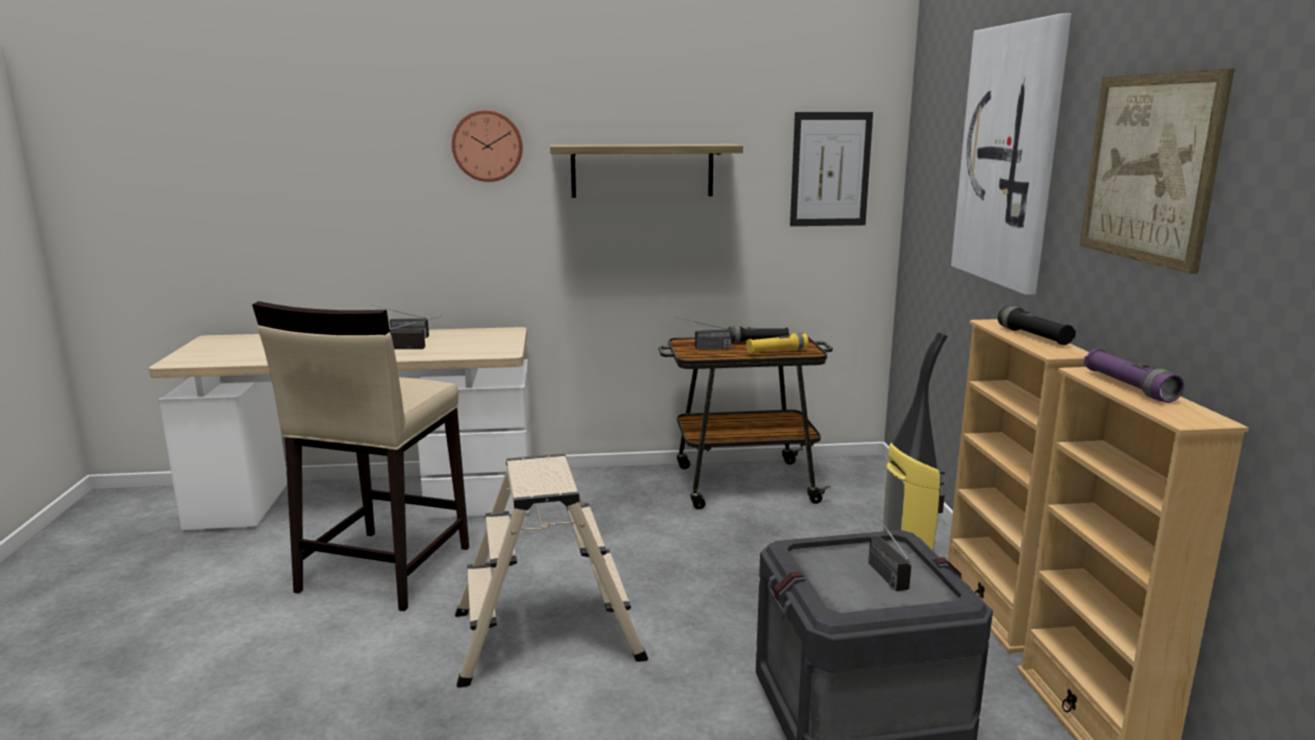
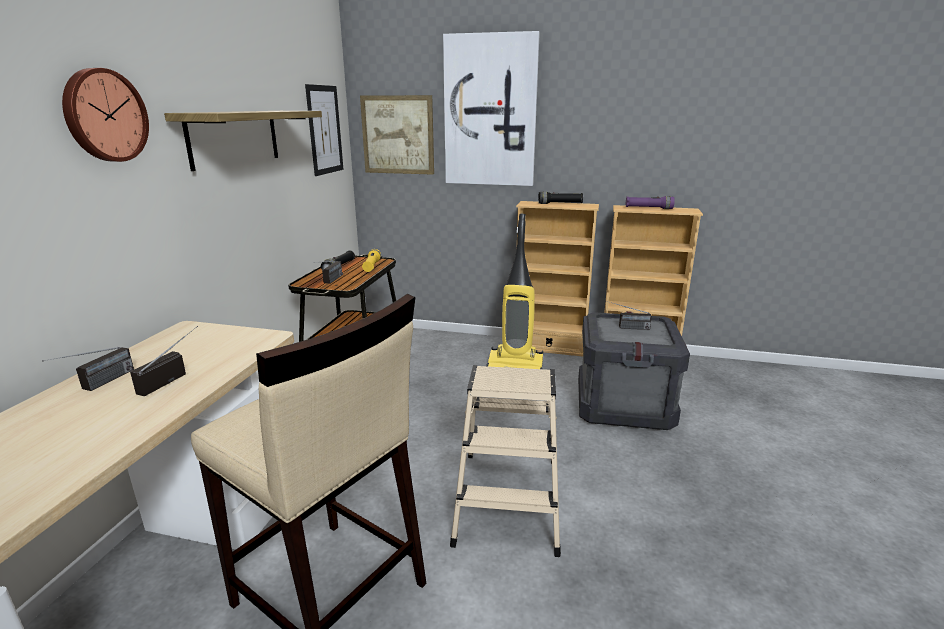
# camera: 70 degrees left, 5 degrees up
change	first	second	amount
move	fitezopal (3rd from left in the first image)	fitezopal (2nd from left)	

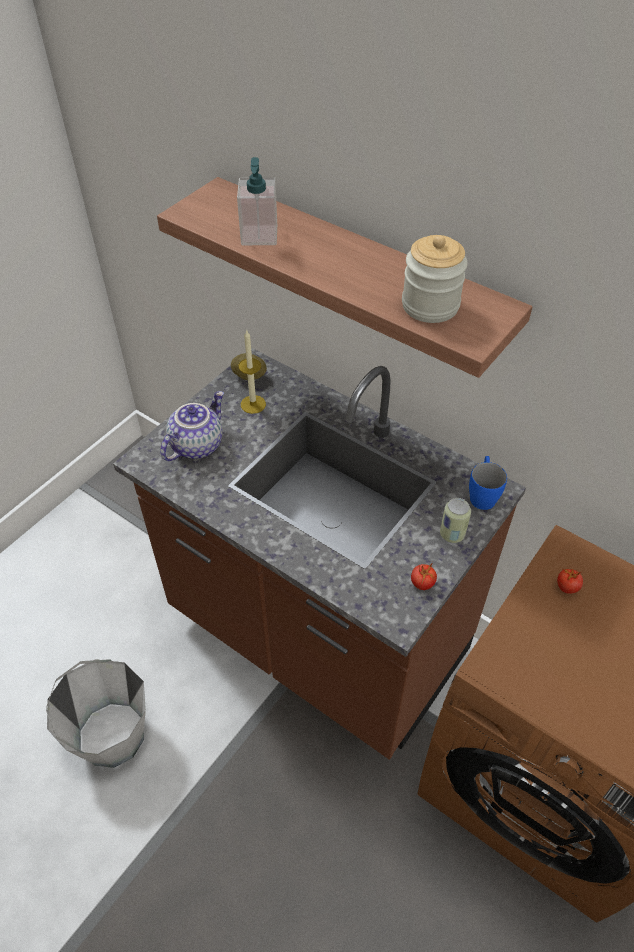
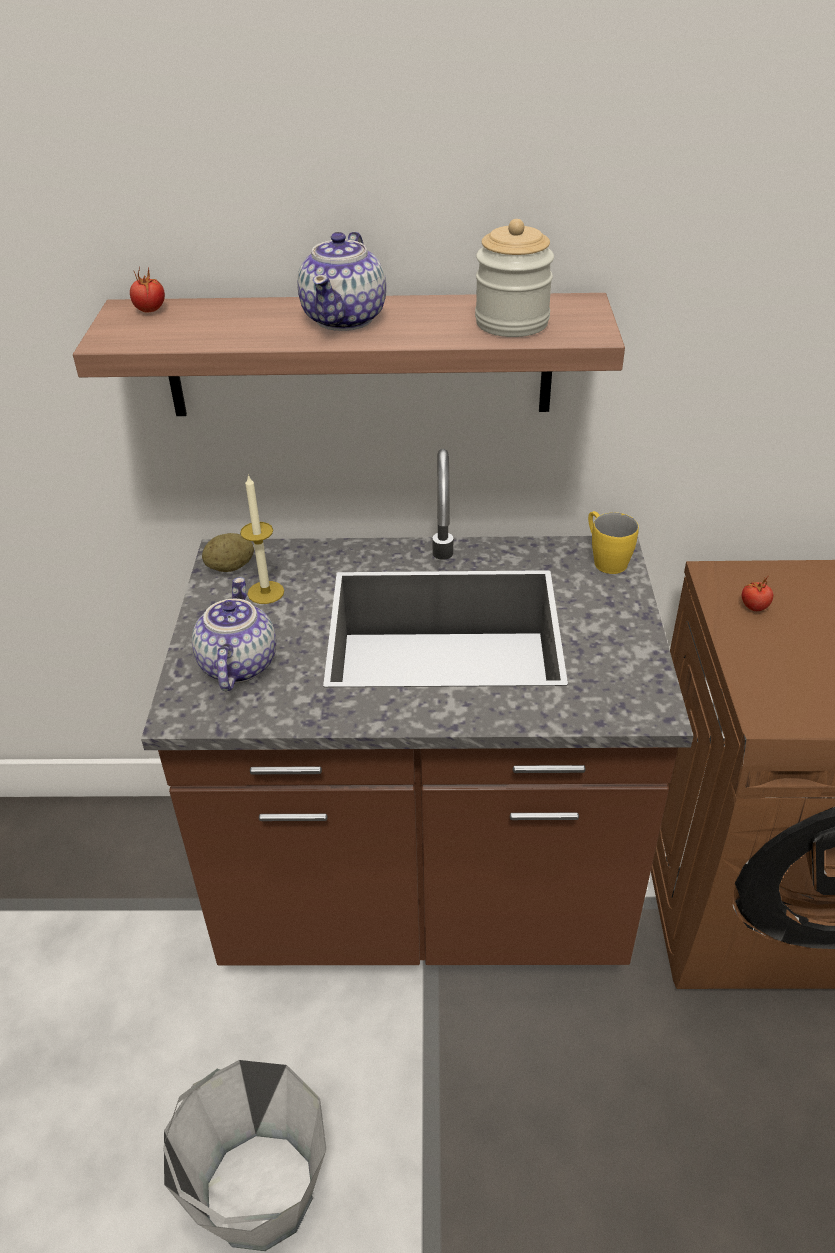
# camera: 35 degrees left, 10 degrees down
change	first	second	amount
delete	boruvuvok		
delete	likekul		
insert		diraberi (2nd from left)	
move	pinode (1st from left)		
recolor	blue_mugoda	yellow_mugoda	

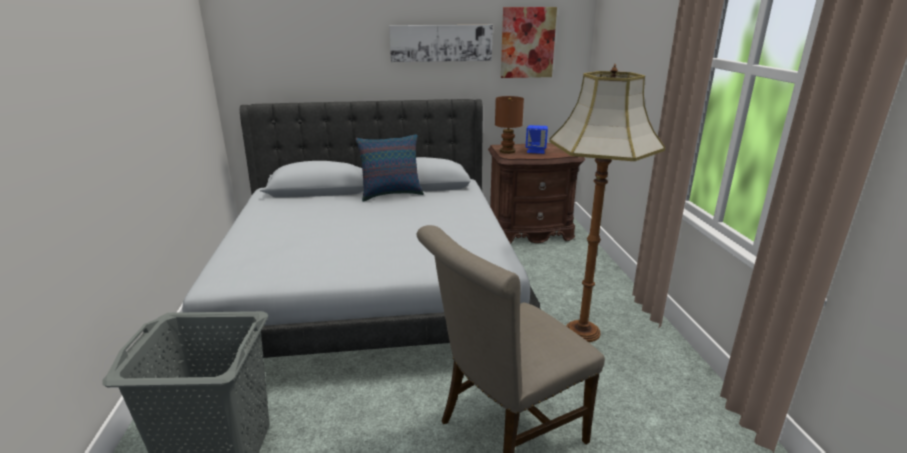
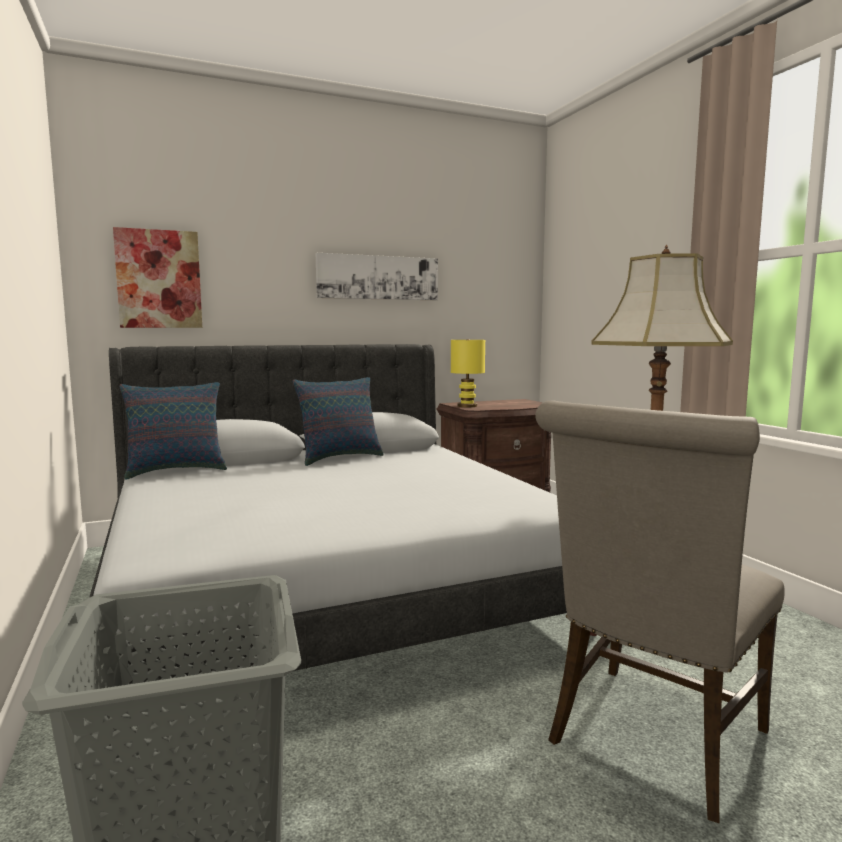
# camera: 15 degrees left, 15 degrees down
change	first	second	amount
delete	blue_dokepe		
insert		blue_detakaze (1st from left)	
move	fitezopal (2nd from left in the first image)	fitezopal (1st from left)	
recolor	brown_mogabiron	yellow_mogabiron	

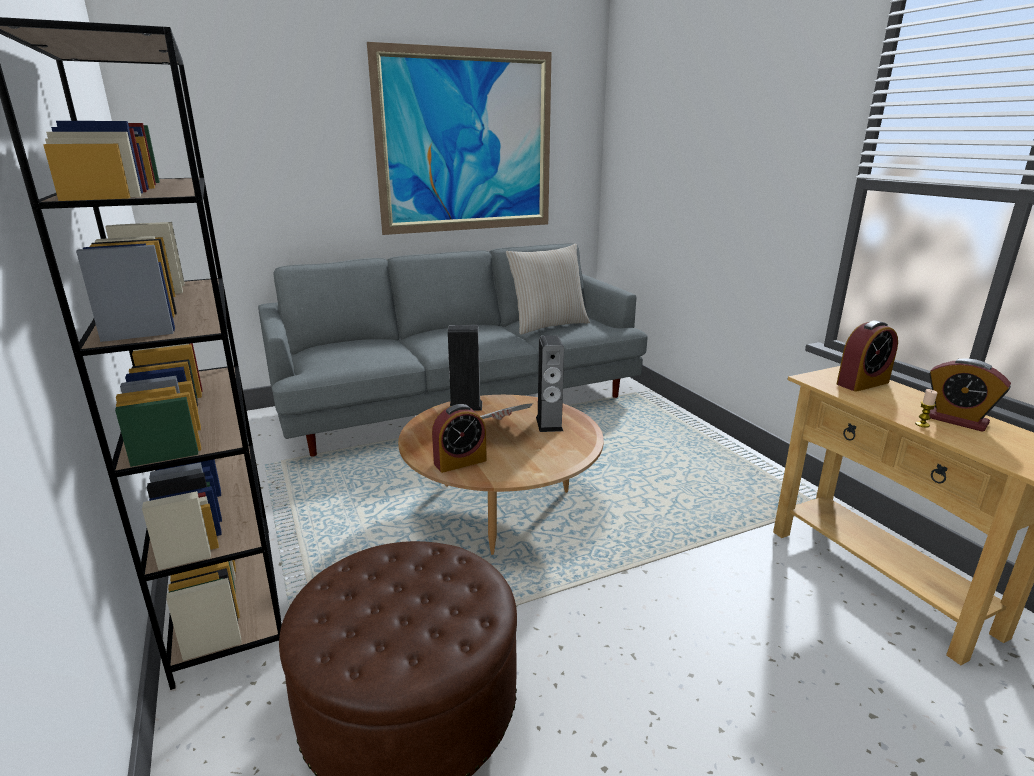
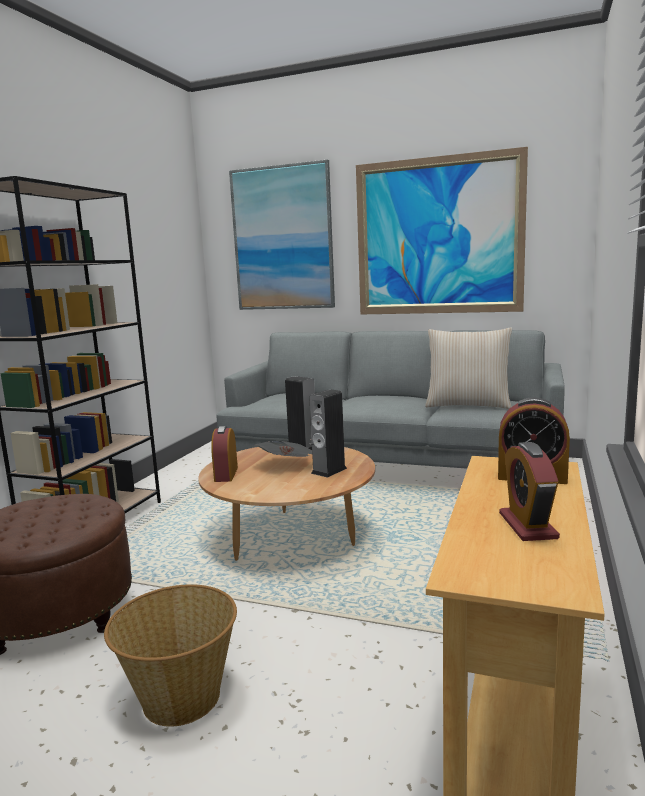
# camera: 45 degrees right, 10 degrees down
change	first	second	amount
delete	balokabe		
insert		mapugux	
insert		fitezopal (1st from left)	
rotate	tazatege (1st from left)		75 degrees clockwise

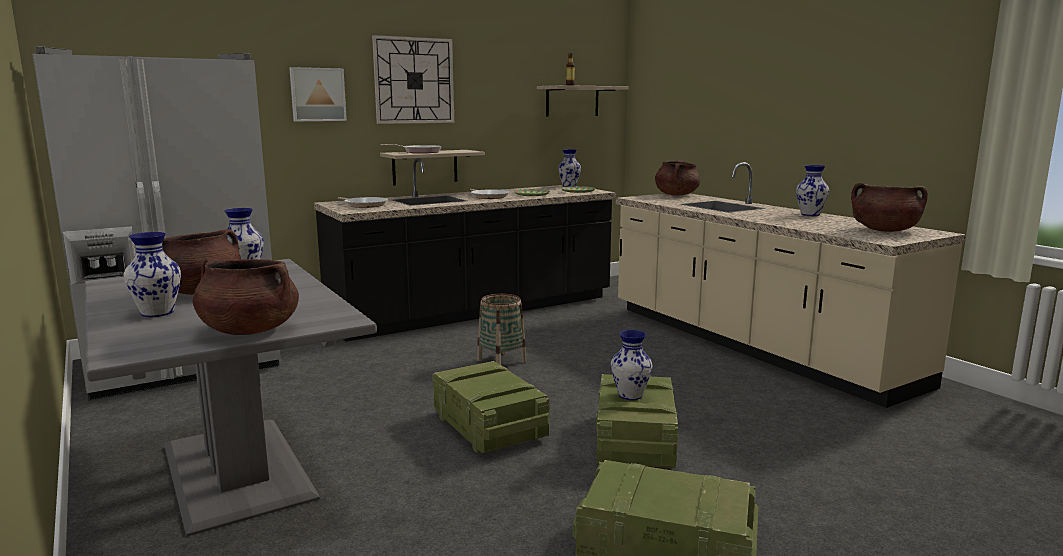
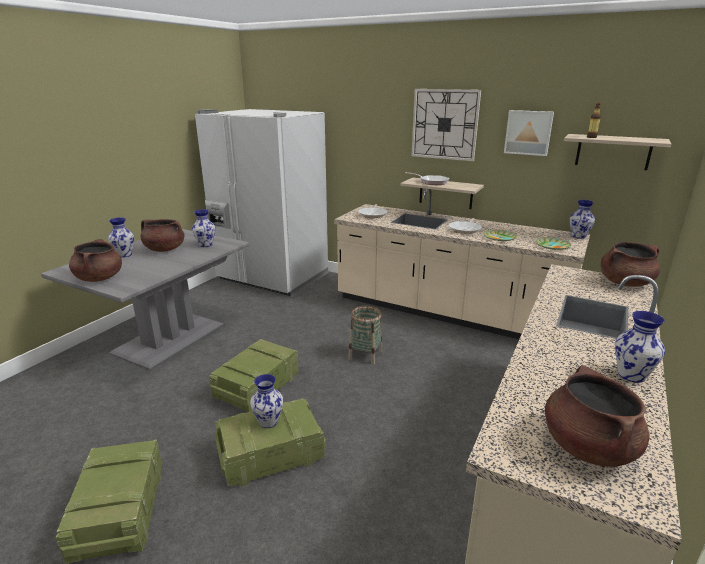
# camera: 60 degrees right, 10 degrees up
change	first	second	amount
move	fitezopal		
recolor	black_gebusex	beige_gebusex (1st from left)	

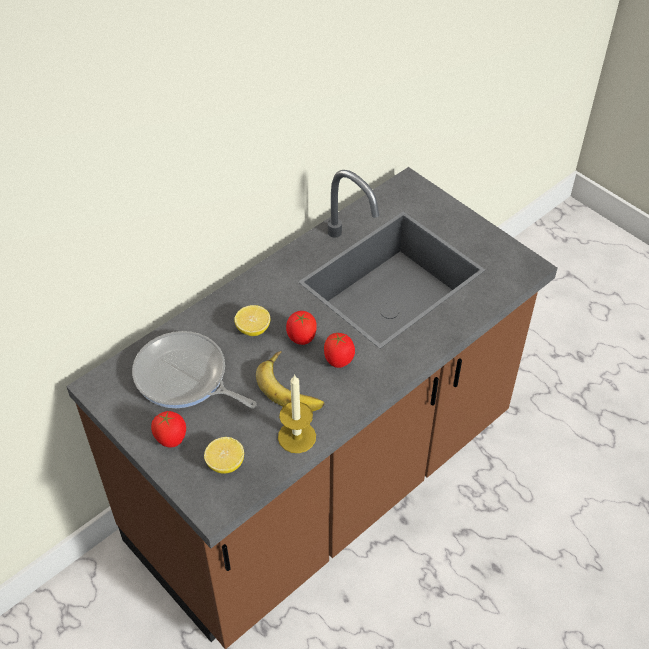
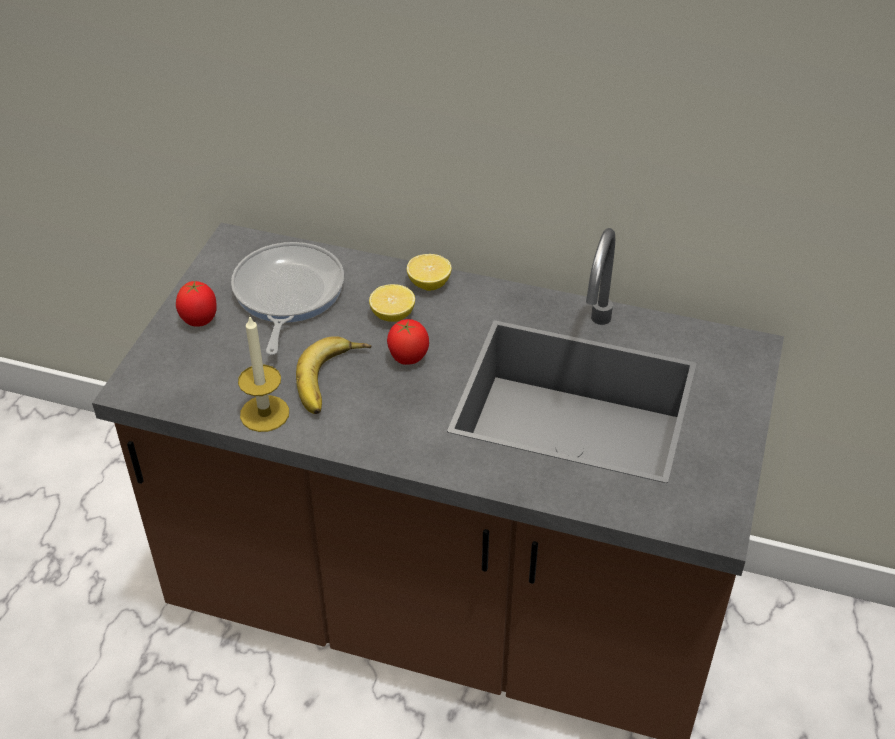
# camera: 60 degrees right, 5 degrees down
change	first	second	amount
delete	pinode (3rd from left)		
move	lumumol (1st from left in the first image)	lumumol (2nd from left)	

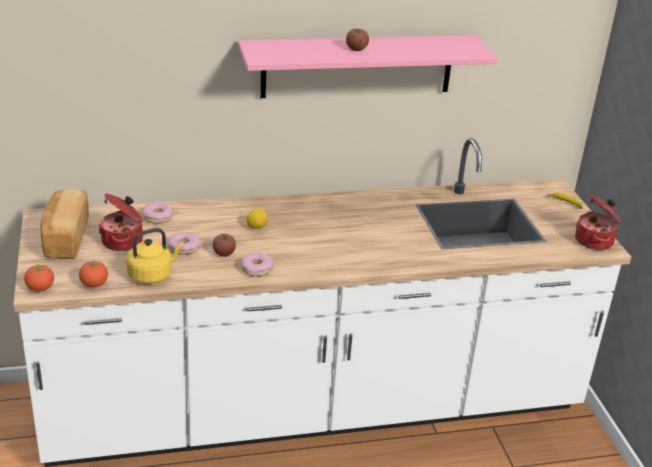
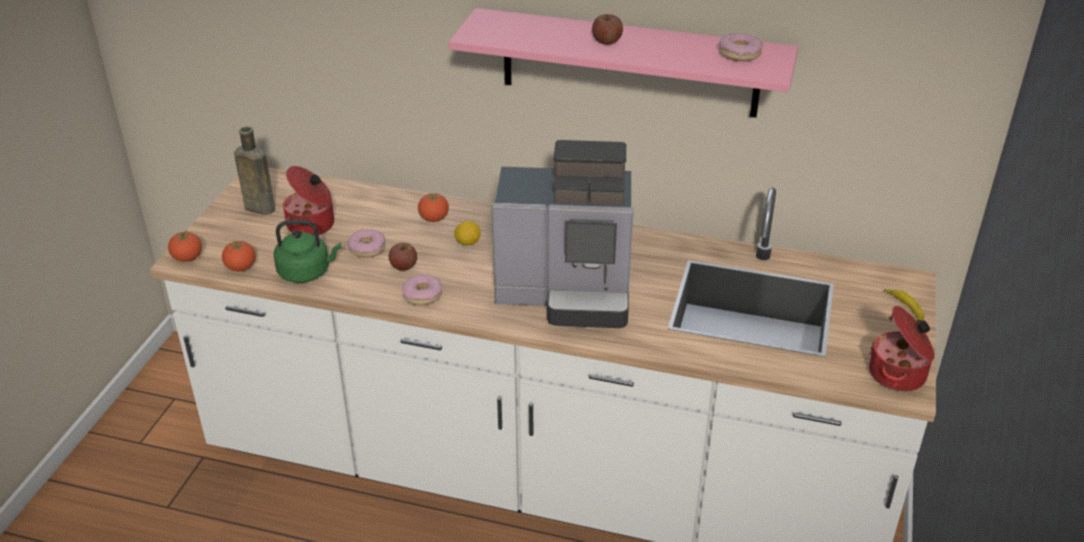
# camera: 30 degrees right, 5 degrees up
change	first	second	amount
insert		pinode (3rd from left)	
insert		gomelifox	
move	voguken (1st from left in the first image)	voguken (3rd from left)	
replace	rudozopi	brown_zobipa	
recolor	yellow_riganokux	green_riganokux	

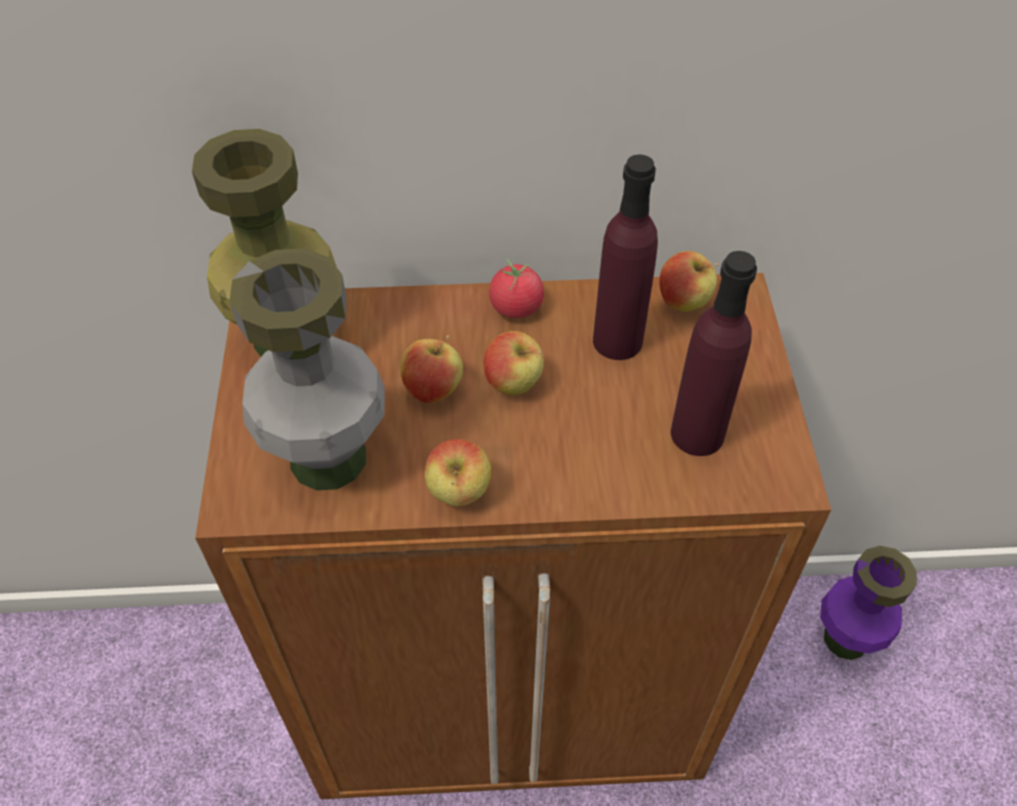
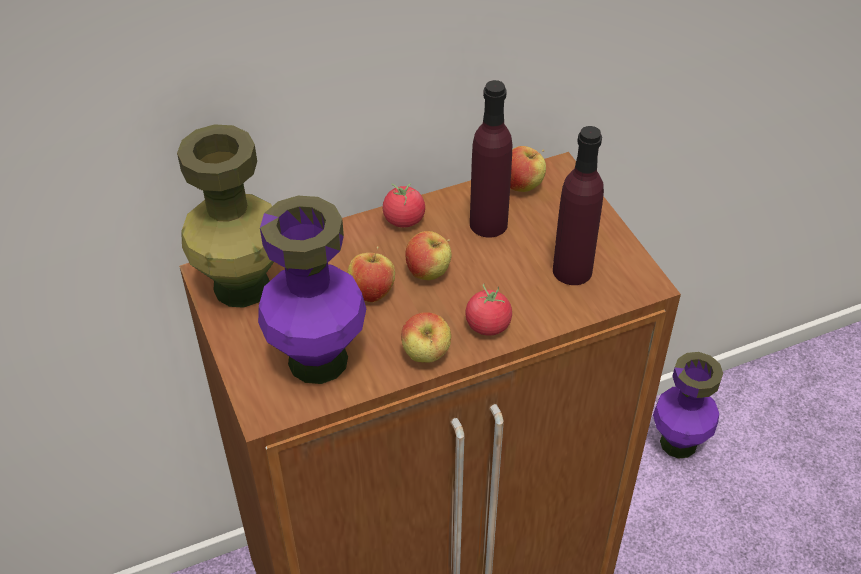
# camera: 20 degrees left, 5 degrees down
change	first	second	amount
insert		pinode (2nd from left)	
recolor	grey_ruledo	purple_ruledo (1st from left)	

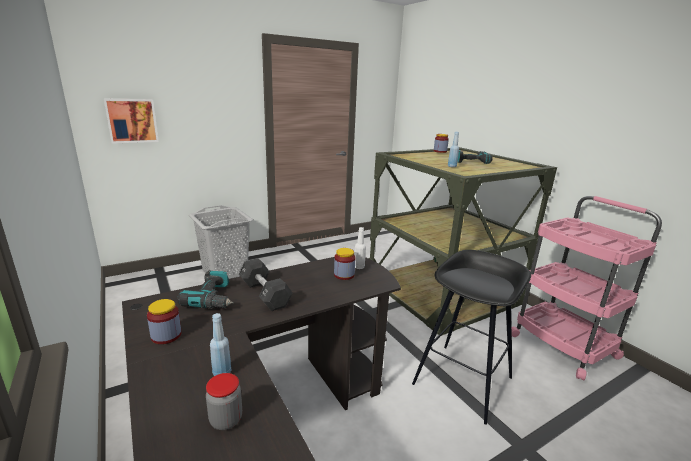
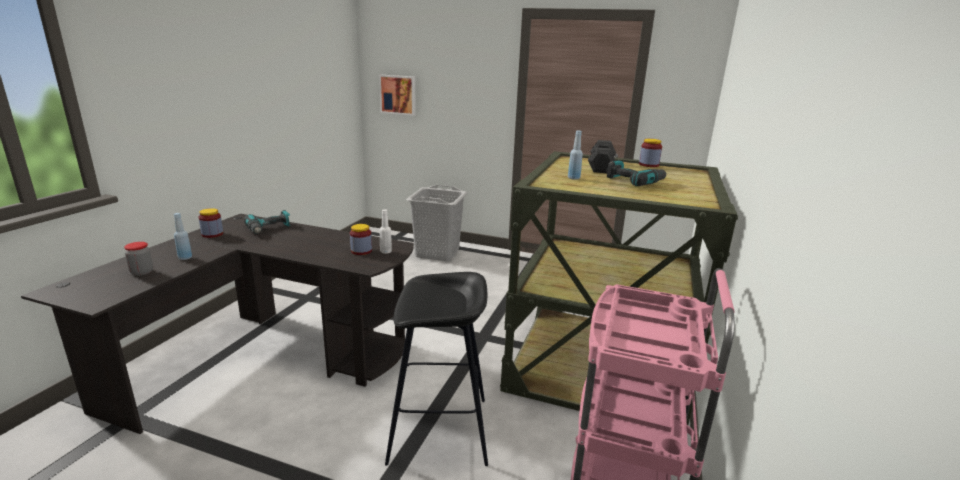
# camera: 50 degrees right, 0 degrees up
change	first	second	amount
move	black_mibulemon		

